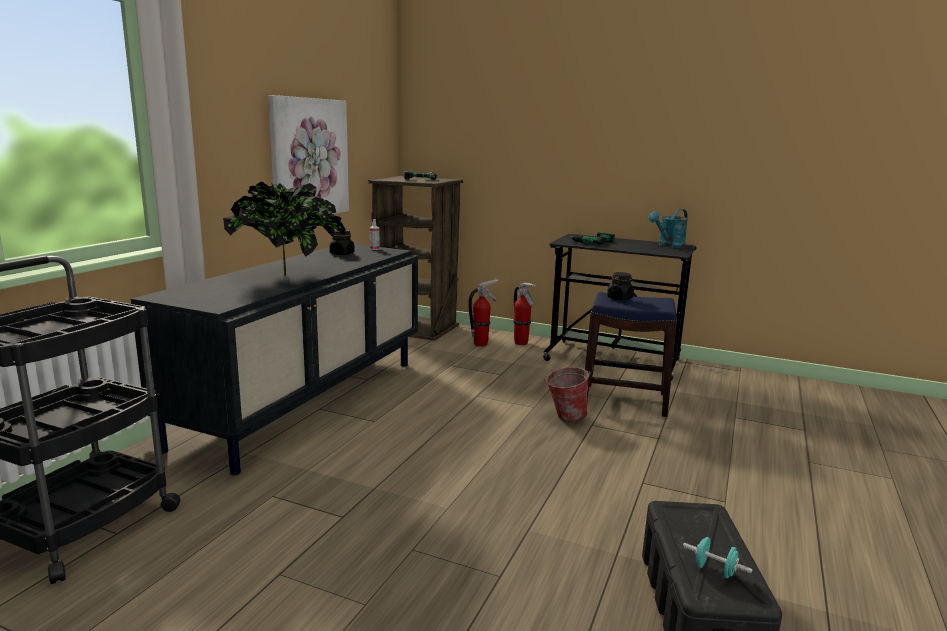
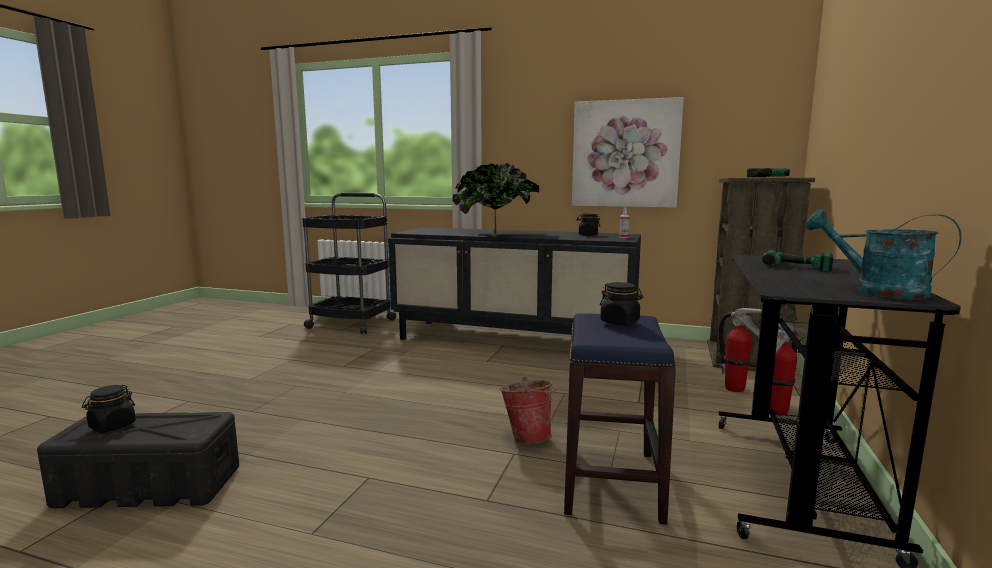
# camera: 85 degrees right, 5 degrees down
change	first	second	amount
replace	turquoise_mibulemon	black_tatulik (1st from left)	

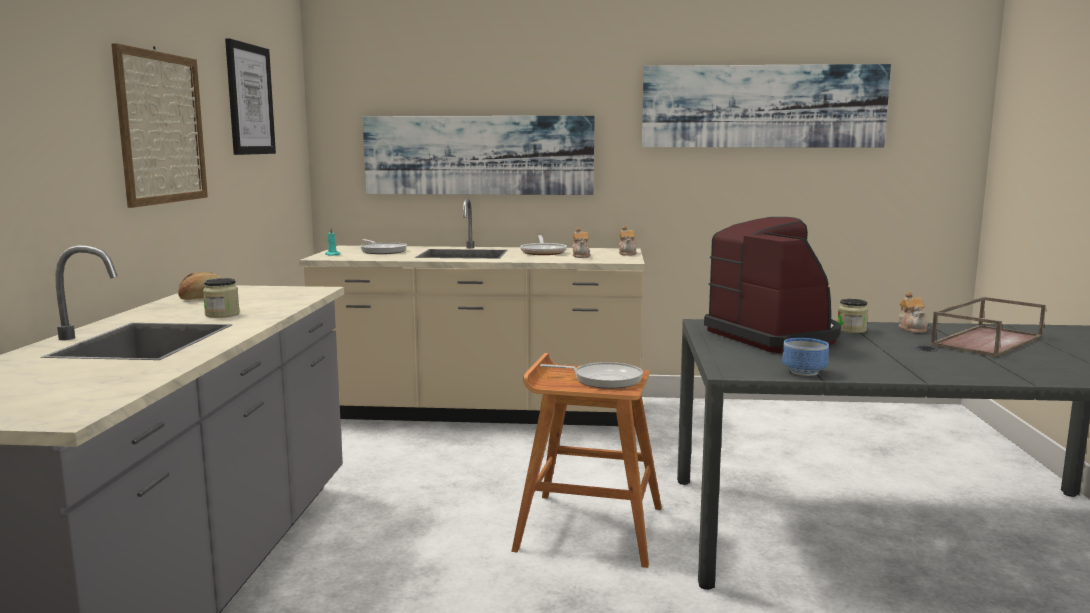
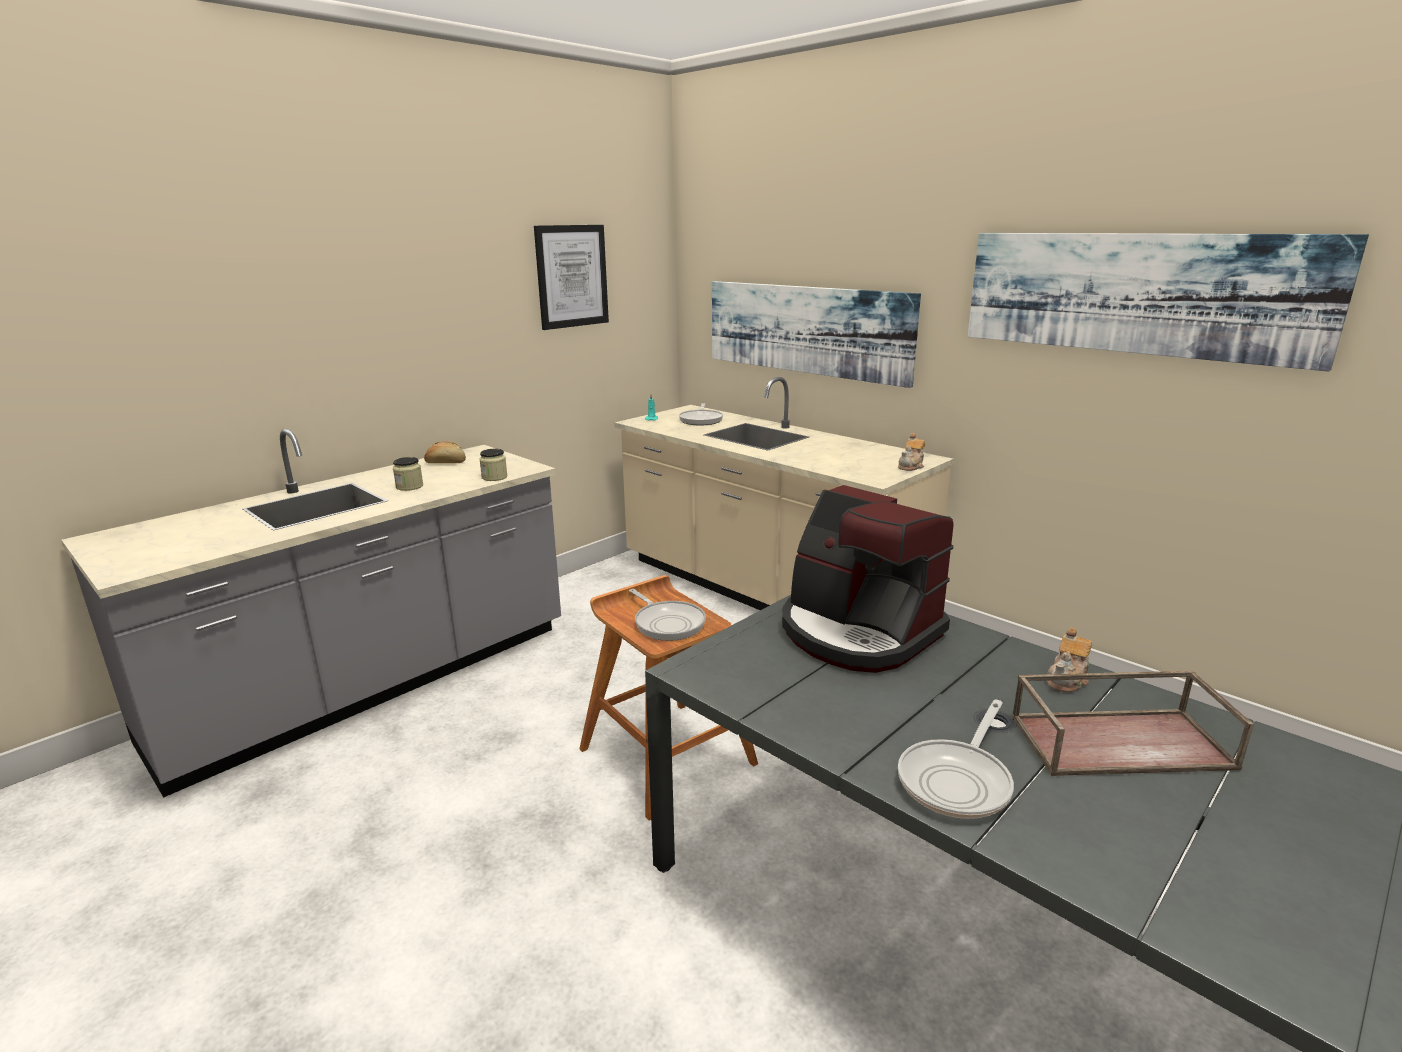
# camera: 40 degrees right, 10 degrees up
change	first	second	amount
delete	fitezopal (1st from left)		
delete	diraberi (1st from left)		
delete	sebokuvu		
move	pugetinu (2nd from left in the first image)	pugetinu (3rd from left)	
move	tatulik (2nd from left)		
rotate	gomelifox		120 degrees clockwise

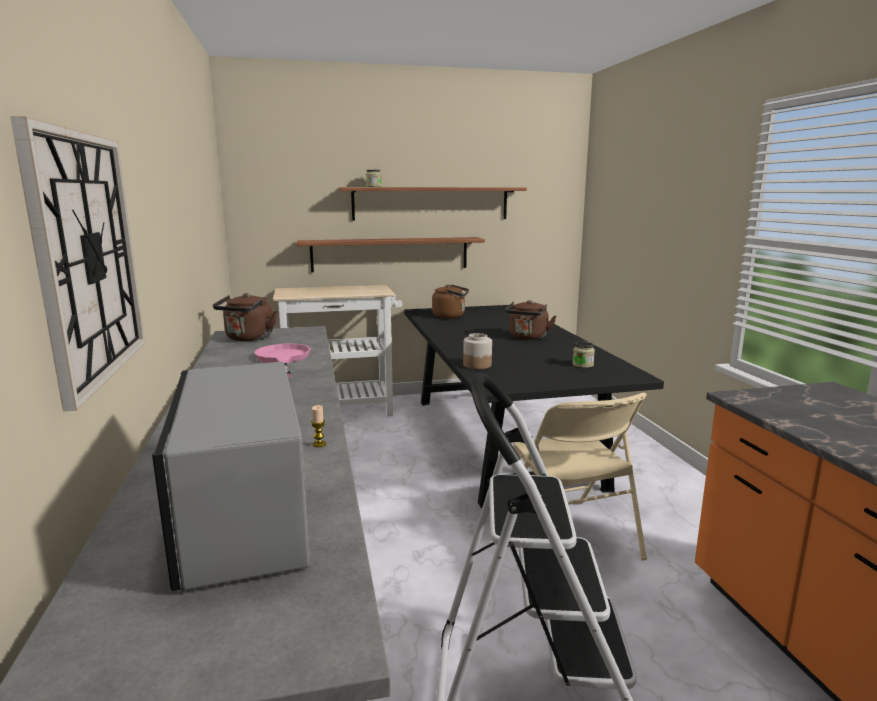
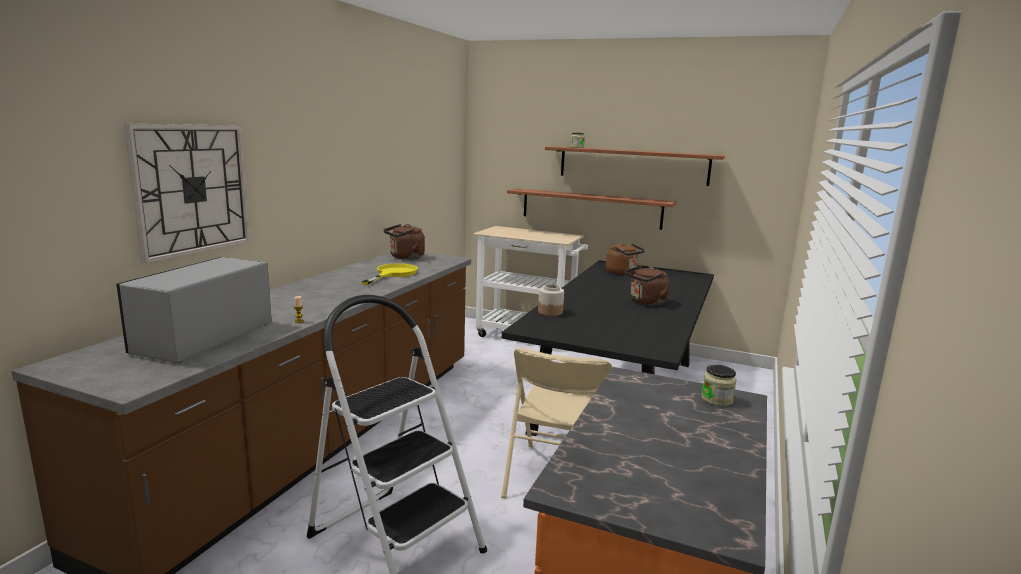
# camera: 35 degrees right, 0 degrees up
change	first	second	amount
move	tatulik (3rd from left)		
recolor	pink_pugetinu	yellow_pugetinu	

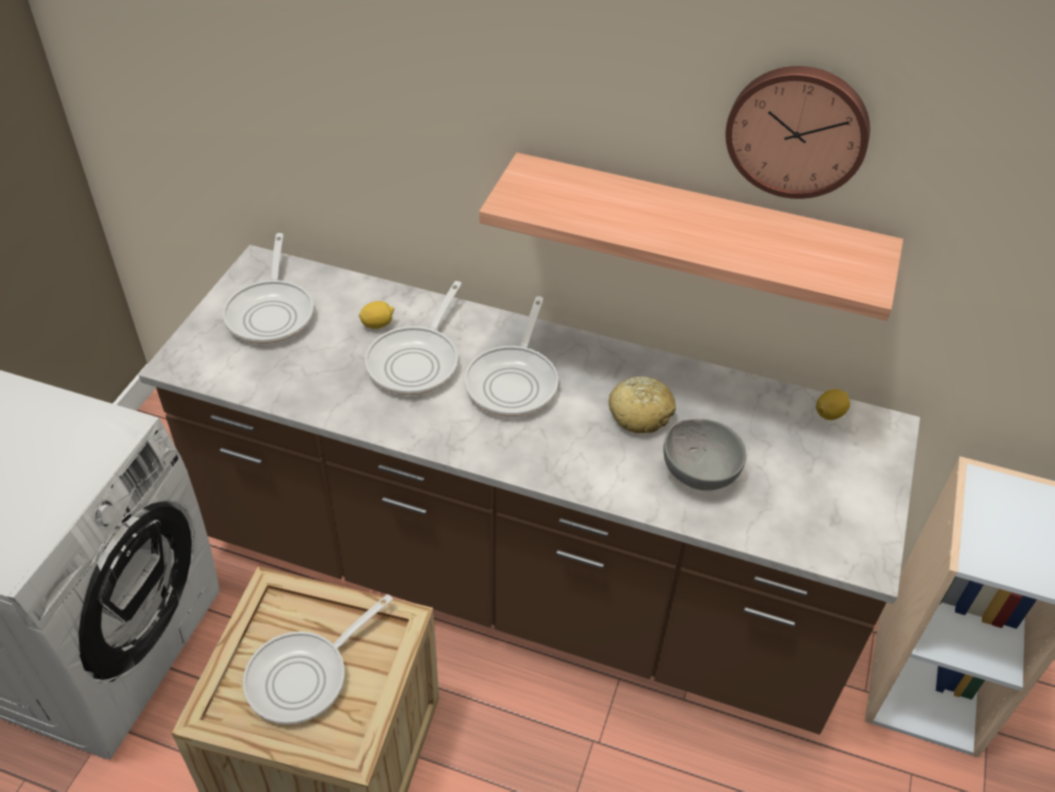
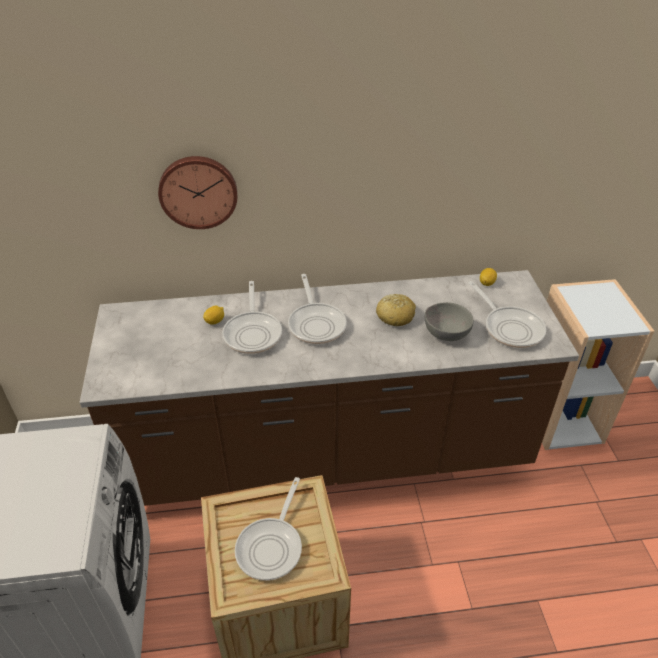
# camera: 25 degrees left, 5 degrees down
change	first	second	amount
delete	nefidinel		
move	pugetinu (1st from left in the first image)	pugetinu (4th from left)	
move	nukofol		

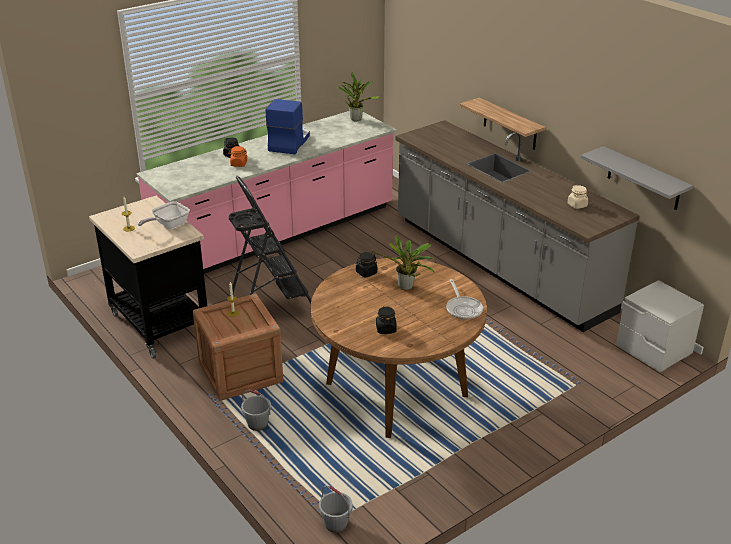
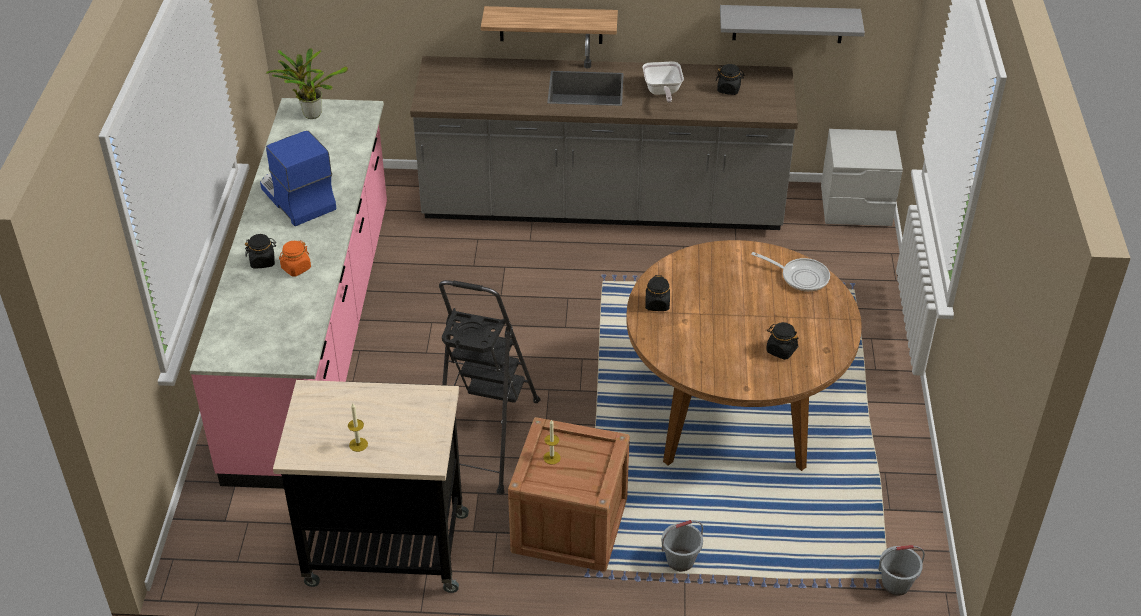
# camera: 50 degrees left, 10 degrees up
change	first	second	amount
delete	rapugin (2nd from left)		
move	pugetinu (1st from left)		
recolor	beige_tatulik	black_tatulik (3rd from left)	

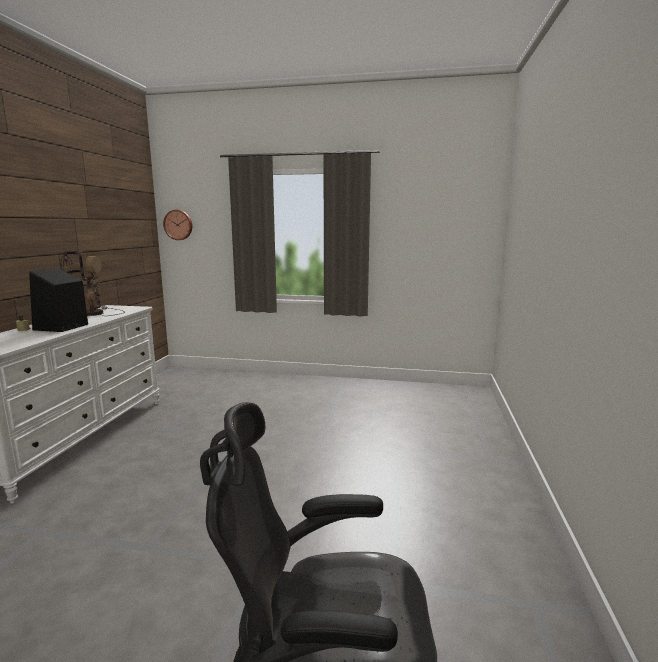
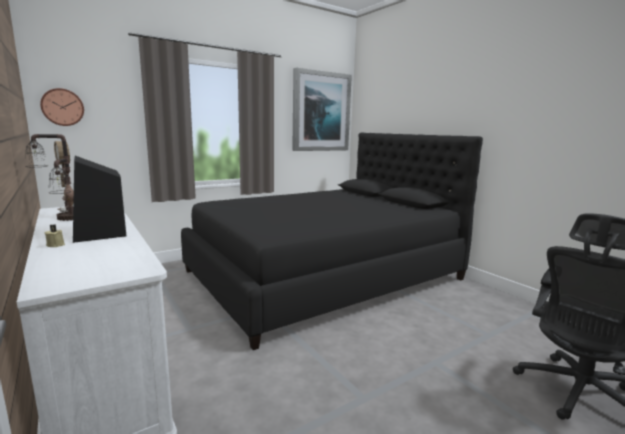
# camera: 45 degrees left, 0 degrees up
change	first	second	amount
insert		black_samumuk	
insert		fitezopal	

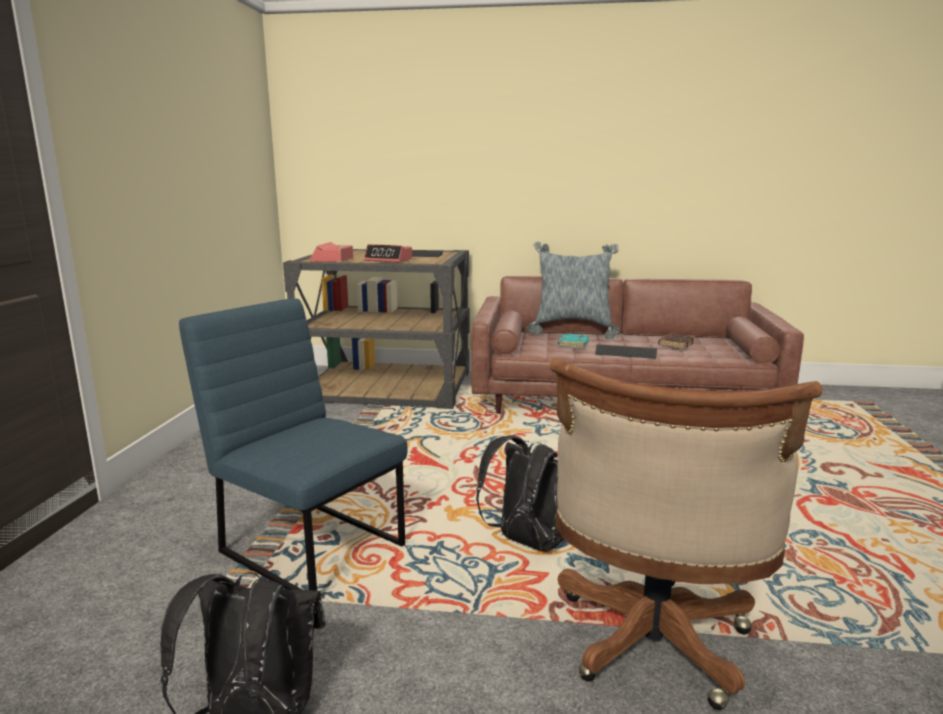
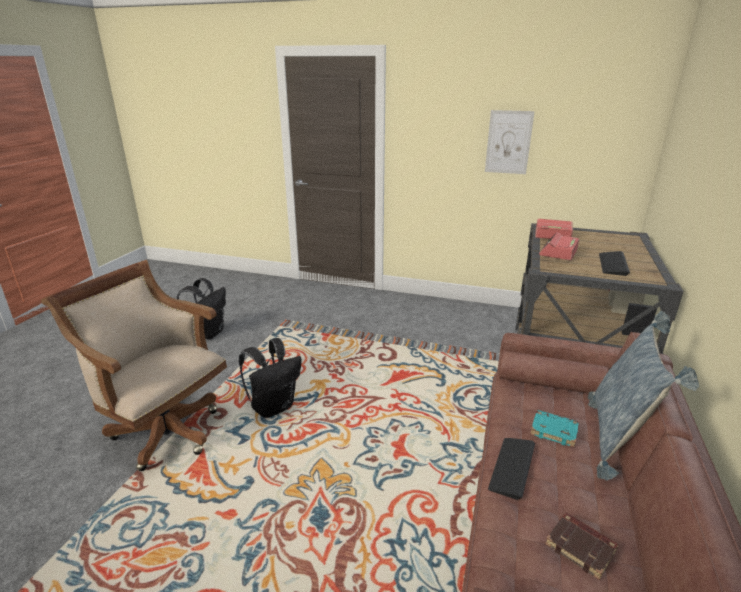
# camera: 100 degrees right, 10 degrees up
change	first	second	amount
delete	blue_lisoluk		
insert		fitezopal	

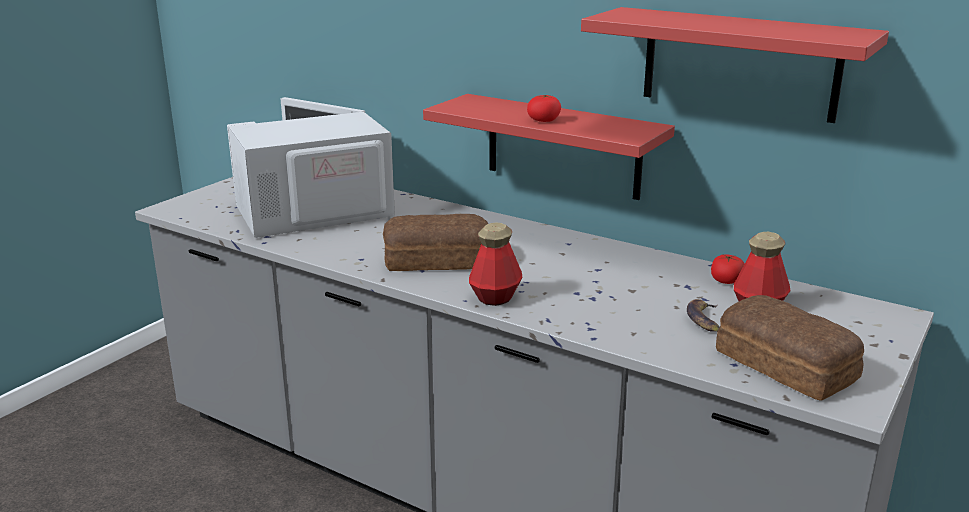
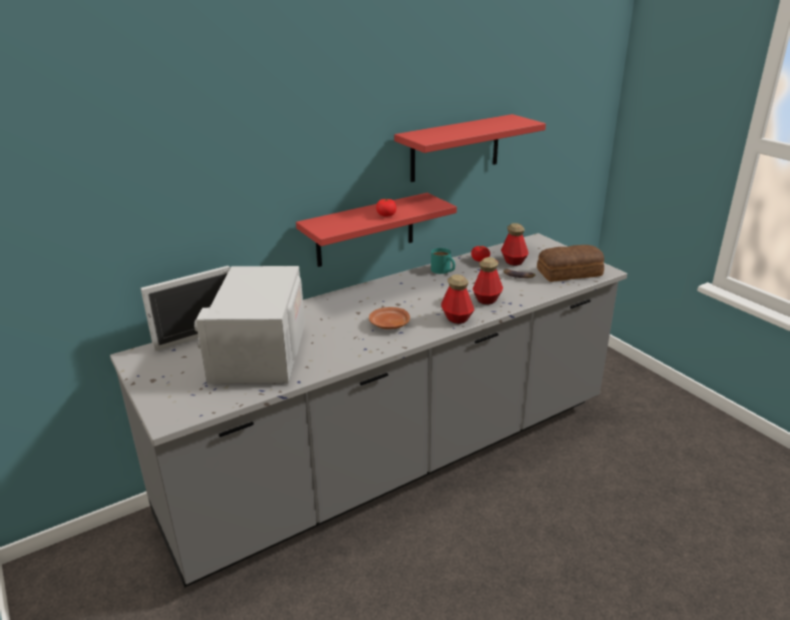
# camera: 65 degrees left, 5 degrees up
change	first	second	amount
insert		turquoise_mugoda	
insert		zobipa (2nd from left)	
replace	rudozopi (1st from left)	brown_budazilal	

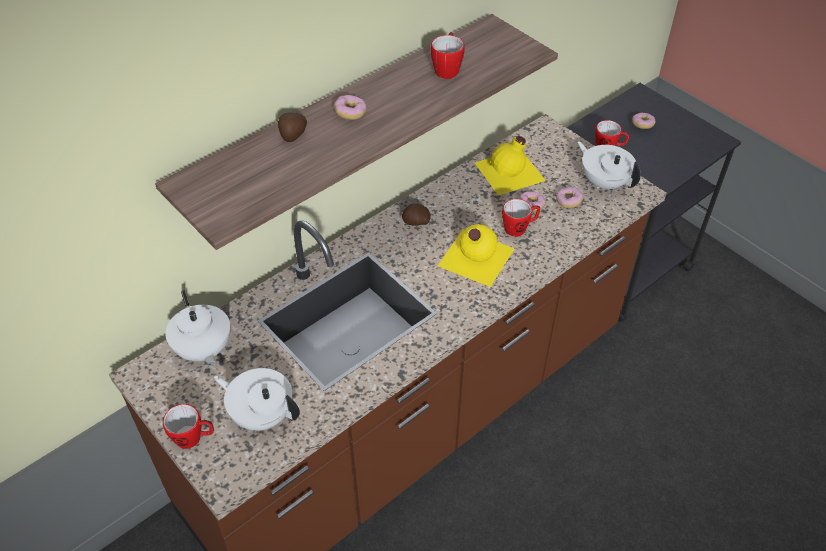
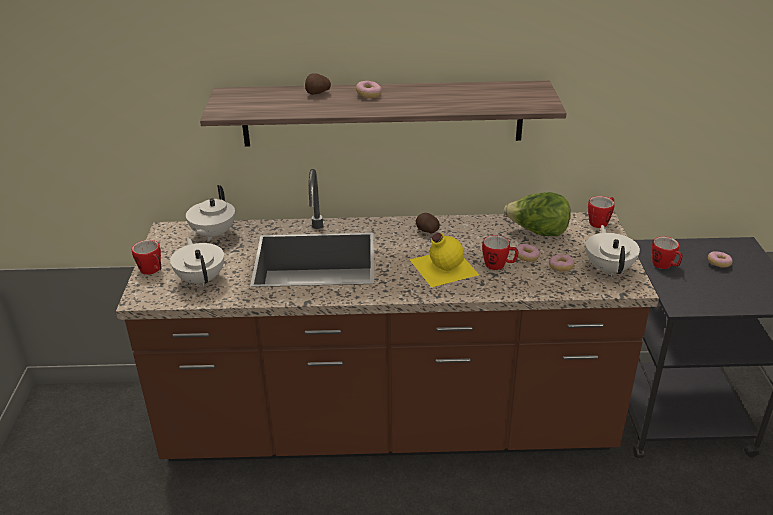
# camera: 40 degrees right, 15 degrees down
change	first	second	amount
move	mugoda (2nd from left in the first image)	mugoda (3rd from left)	
replace	yellow_zobipa (2nd from left)	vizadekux	

